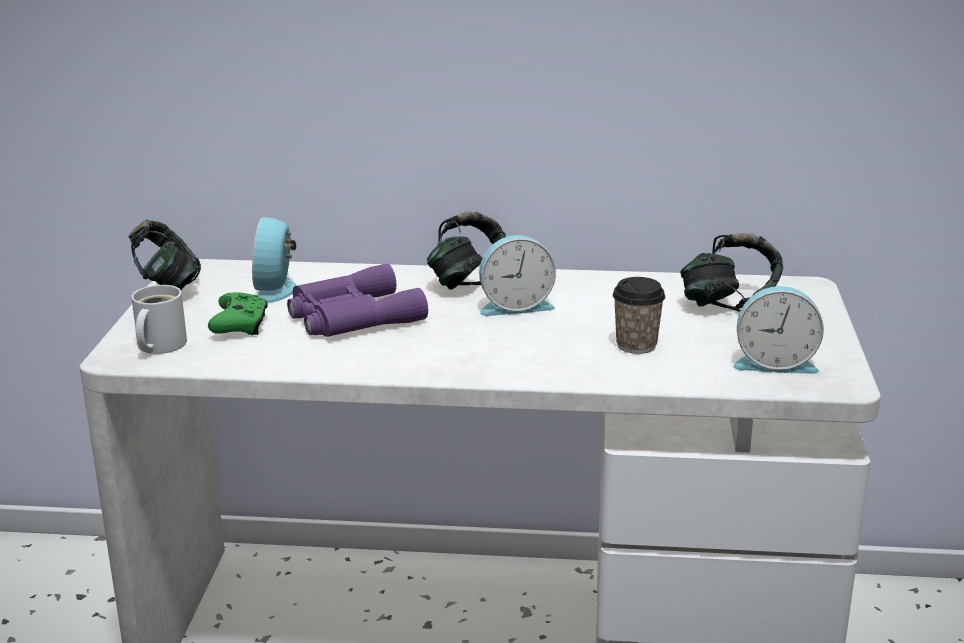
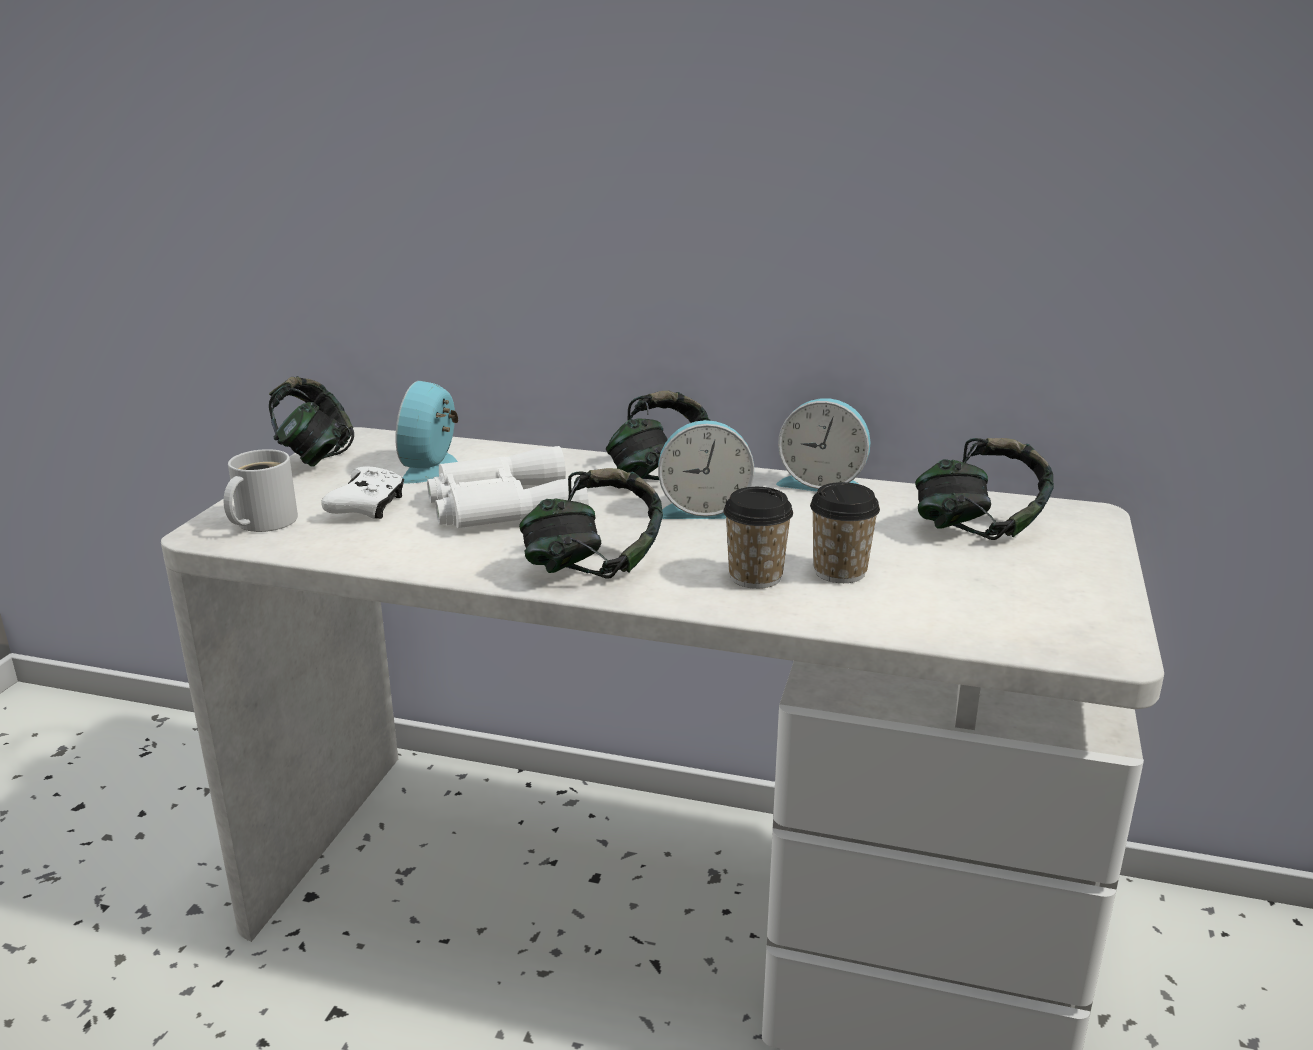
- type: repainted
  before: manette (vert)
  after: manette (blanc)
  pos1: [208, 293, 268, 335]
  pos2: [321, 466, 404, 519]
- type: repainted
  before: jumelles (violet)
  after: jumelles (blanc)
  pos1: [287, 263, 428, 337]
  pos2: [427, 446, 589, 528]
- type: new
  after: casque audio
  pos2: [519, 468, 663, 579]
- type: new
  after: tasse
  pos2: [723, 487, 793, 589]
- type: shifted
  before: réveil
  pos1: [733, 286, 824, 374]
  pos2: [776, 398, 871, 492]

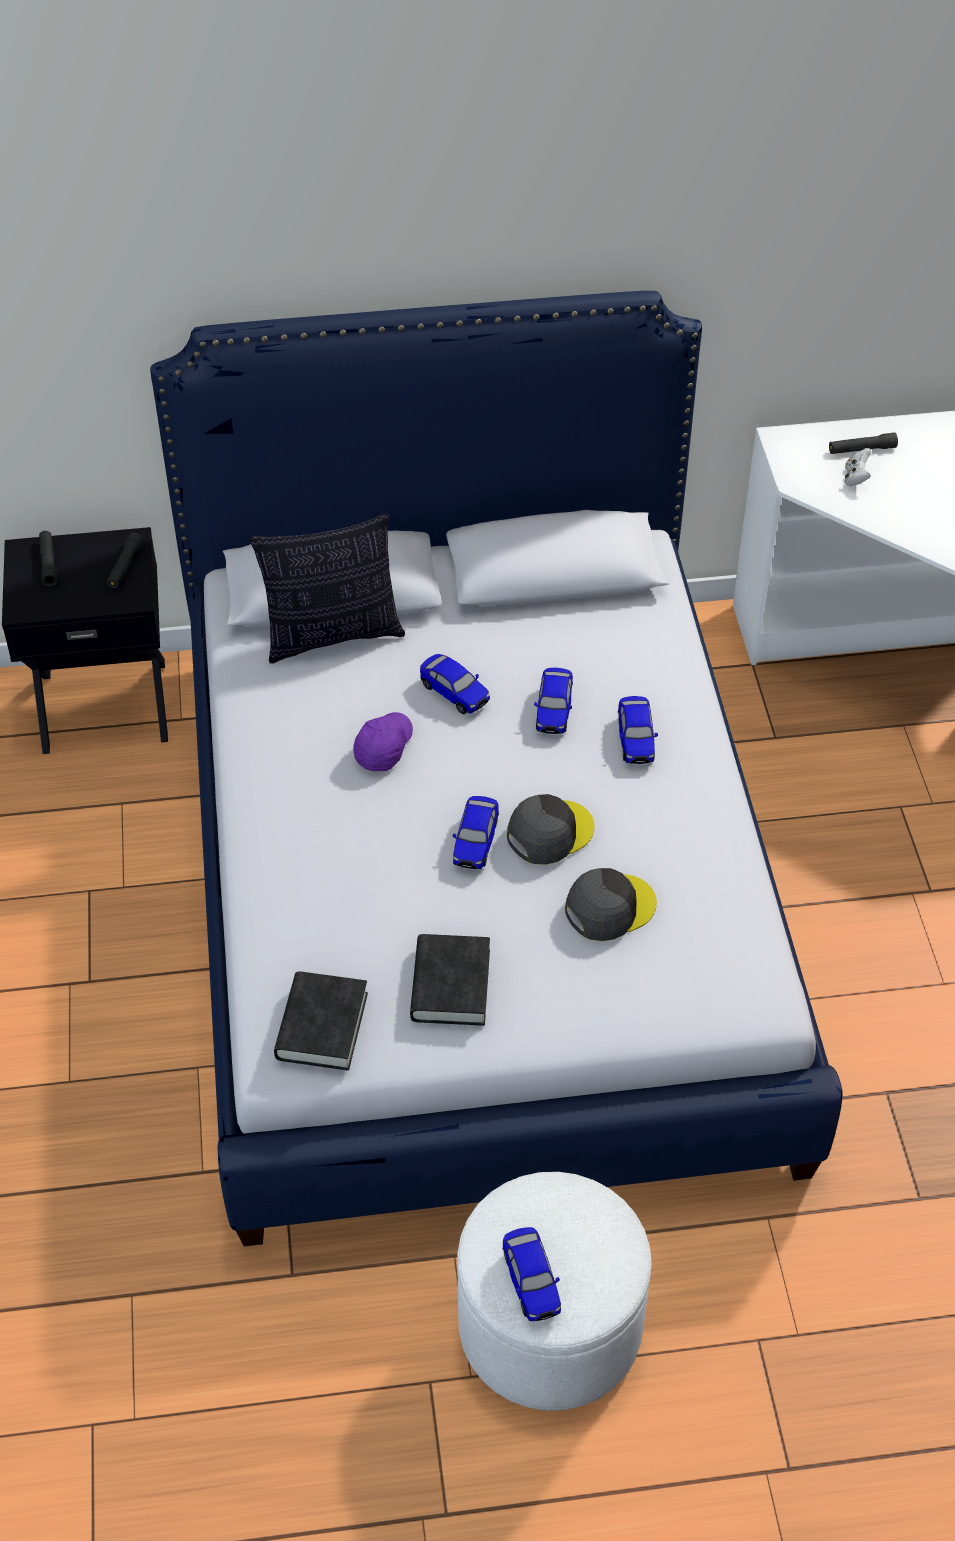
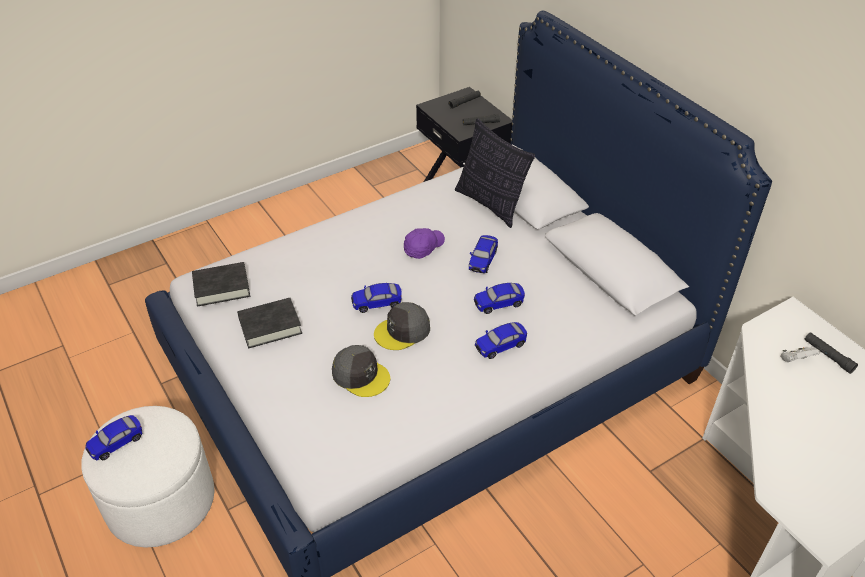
- type: rotated
  before: casquette (gris)
  pos1: [507, 794, 595, 865]
  pos2: [374, 302, 430, 350]
  turn: 120
- type: rotated
  before: casquette (violet)
  pos1: [353, 712, 413, 771]
  pos2: [404, 228, 445, 259]
  turn: -45

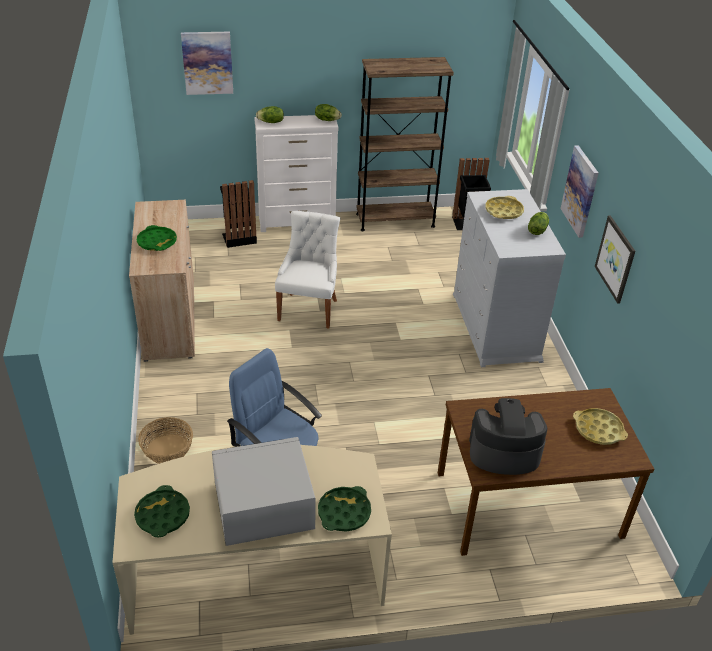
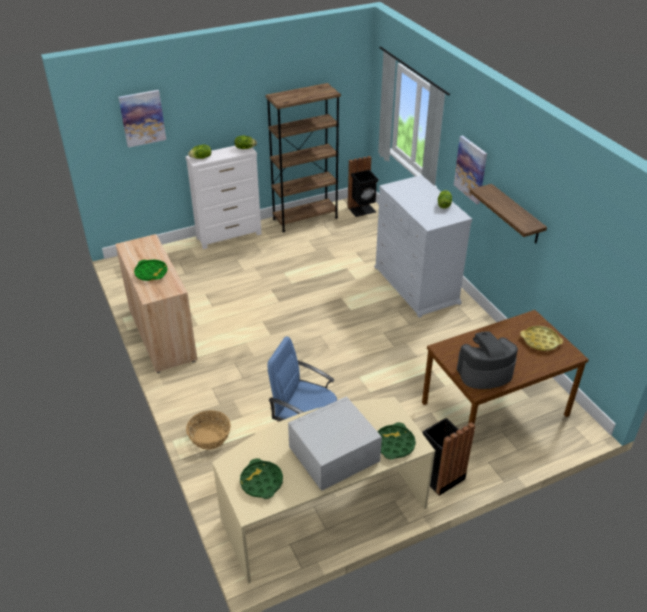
- type: shifted
  before: poubelle (noir)
  pos1: [220, 180, 257, 248]
  pos2: [422, 418, 475, 496]
- type: swapped
  before: tableau
  after: étagère
  pos1: [595, 215, 635, 304]
  pos2: [470, 184, 547, 243]
- type: gone
  before: chaise (blanc)
  pos1: [275, 211, 340, 329]
- type: gone
  before: plateau (jaune)
  pos1: [485, 196, 524, 219]

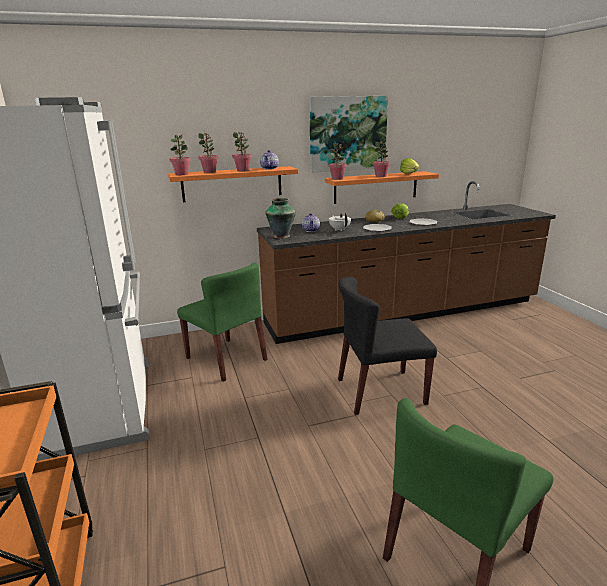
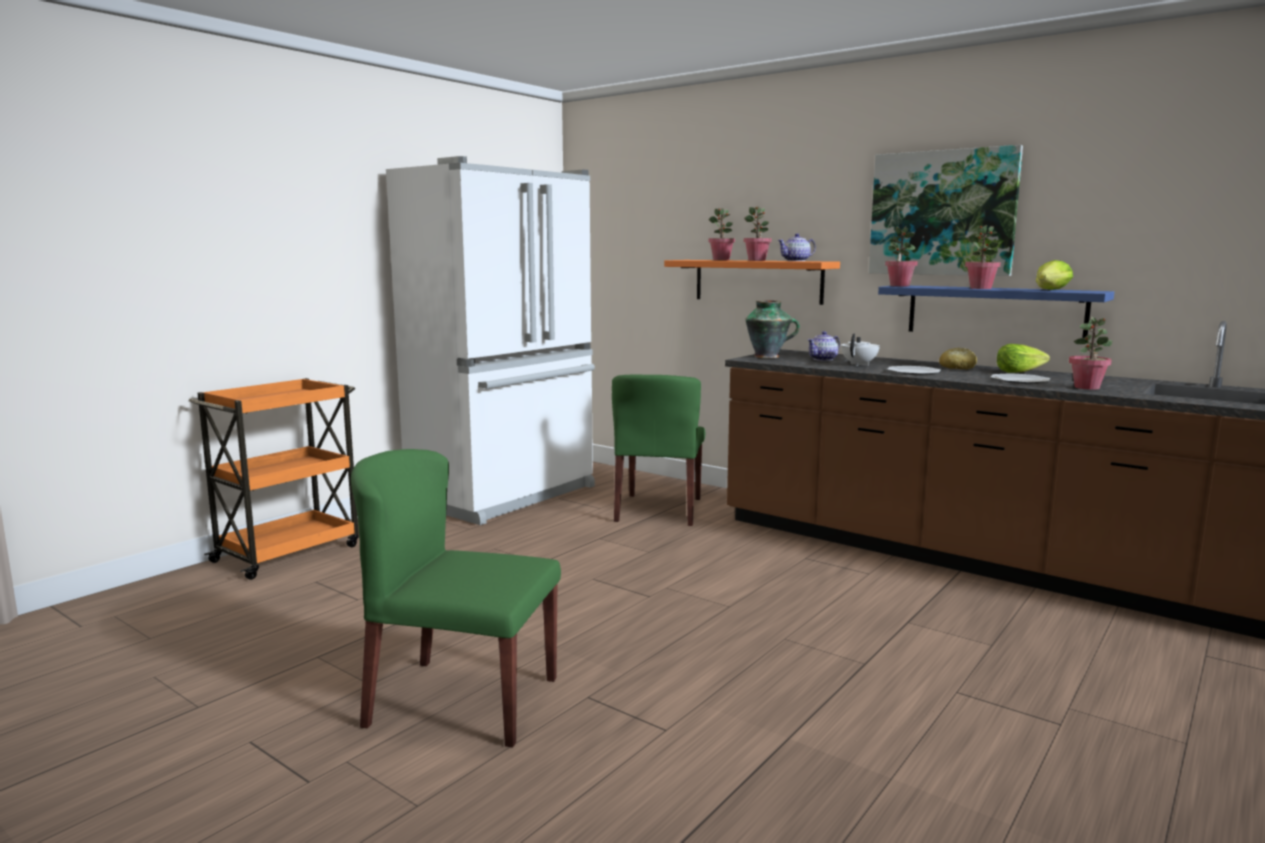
- type: repainted
  before: étagère (orange)
  after: étagère (bleu)
  pos1: [325, 171, 439, 204]
  pos2: [878, 286, 1114, 338]
- type: shifted
  before: plante en pot
  pos1: [169, 134, 191, 175]
  pos2: [1069, 317, 1112, 390]
- type: gone
  before: chaise (noir)
  pos1: [338, 277, 437, 415]

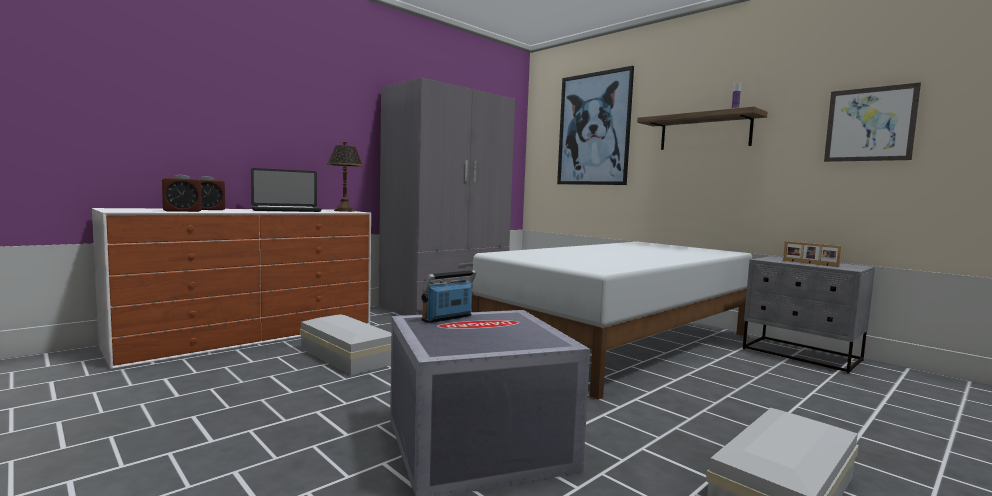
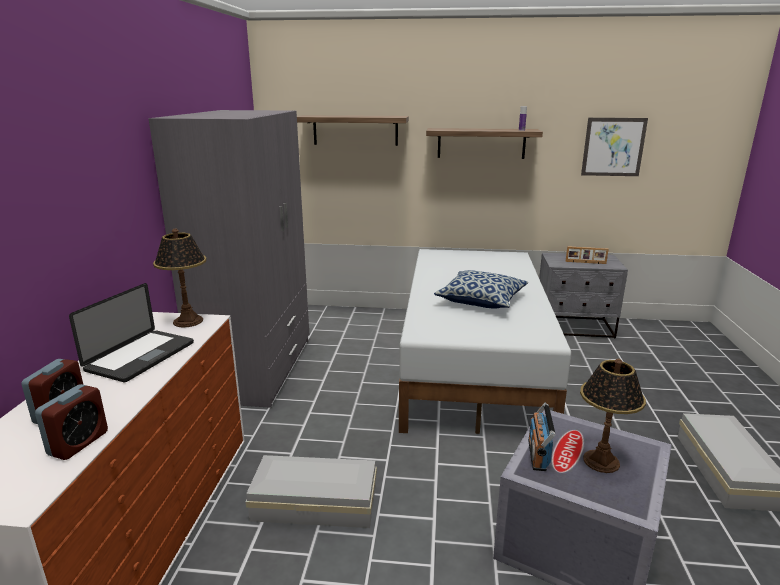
- type: swapped
  before: tableau
  after: étagère
  pos1: [557, 66, 634, 185]
  pos2: [297, 115, 409, 146]
- type: new
  after: coussin
  pos2: [434, 270, 528, 309]
- type: new
  after: lampe de table
  pos2: [580, 359, 646, 473]

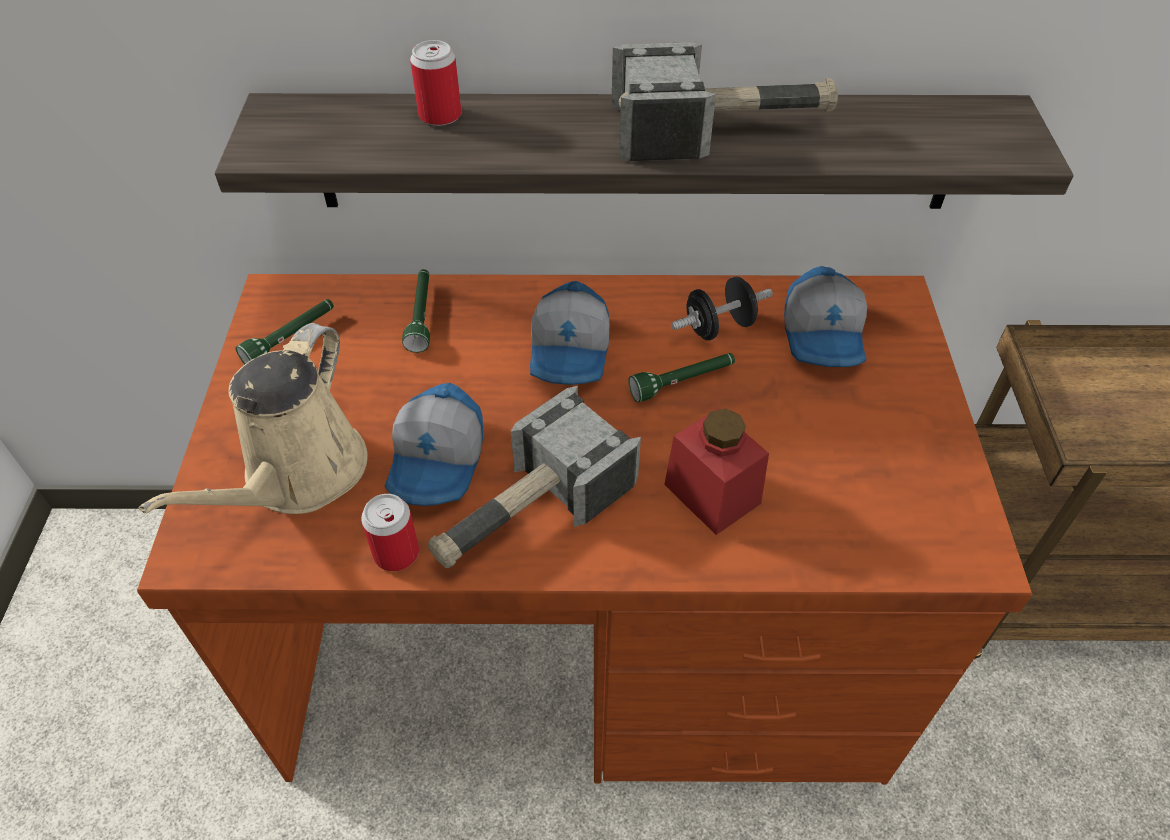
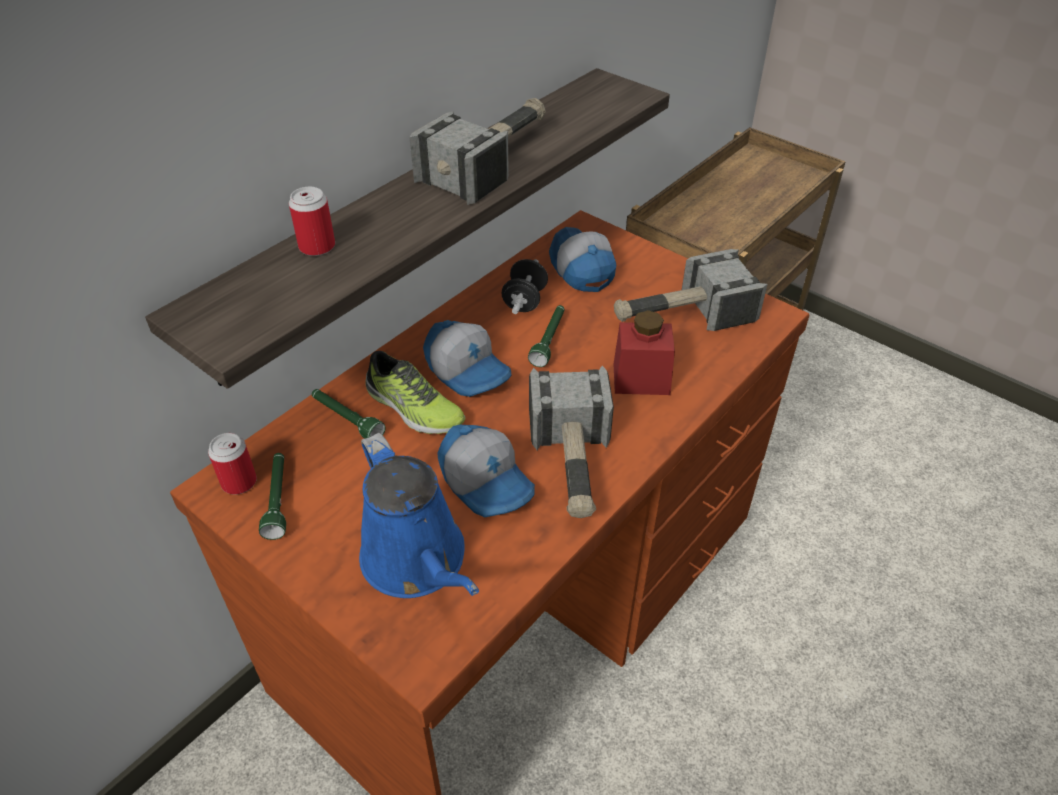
- type: shifted
  before: boîte métallique
  pos1: [361, 494, 419, 571]
  pos2: [208, 433, 257, 495]
- type: repainted
  before: arrosoir (beige)
  after: arrosoir (bleu)
  pos1: [139, 323, 367, 514]
  pos2: [359, 433, 479, 598]
- type: new
  after: chaussure
  pos2: [365, 351, 466, 434]
- type: rotated
  before: casquette
  pos1: [784, 266, 867, 367]
  pos2: [549, 227, 616, 292]
  turn: -150
- type: new
  after: marteau
  pos2: [614, 249, 768, 331]

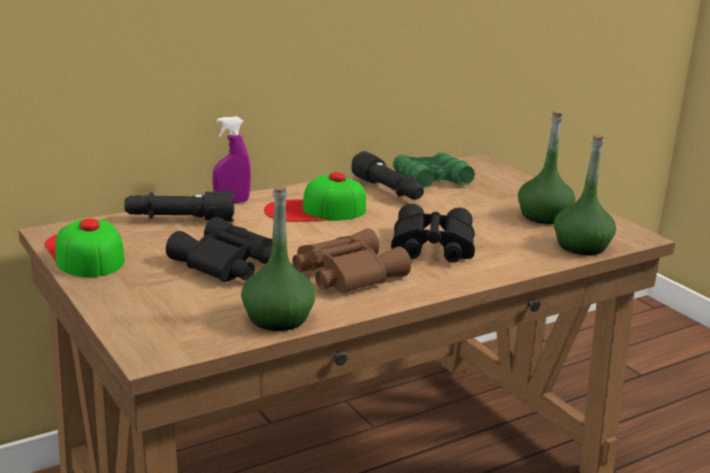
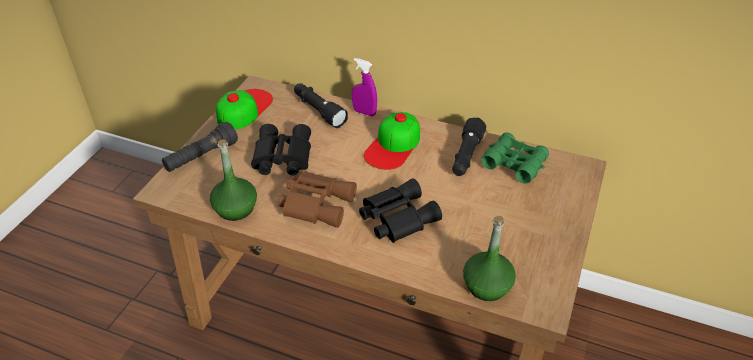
- type: new
  after: lampe de poche (noir)
  pos2: [162, 122, 238, 172]
- type: rotated
  before: casquette
  pos1: [264, 172, 366, 222]
  pos2: [364, 112, 420, 170]
  turn: -105
- type: gone
  before: bouteille (vert)
  pos1: [518, 112, 575, 224]

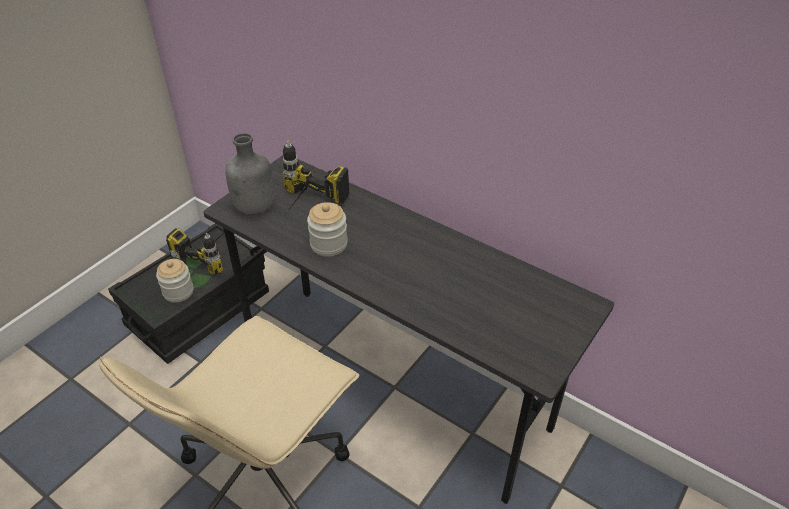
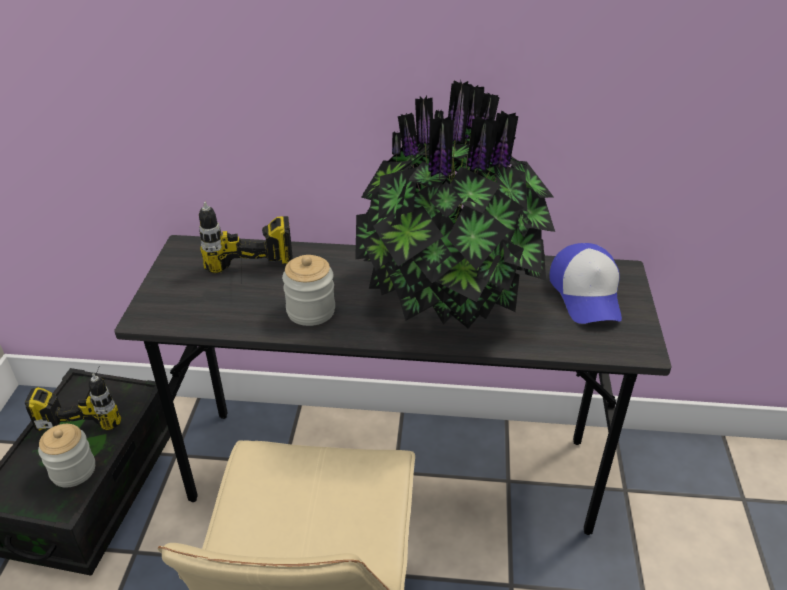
- type: new
  after: plante en pot
  pos2: [355, 80, 555, 328]
- type: new
  after: casquette
  pos2: [550, 243, 622, 324]
- type: gone
  before: bouteille (gris)
  pos1: [225, 133, 274, 214]

